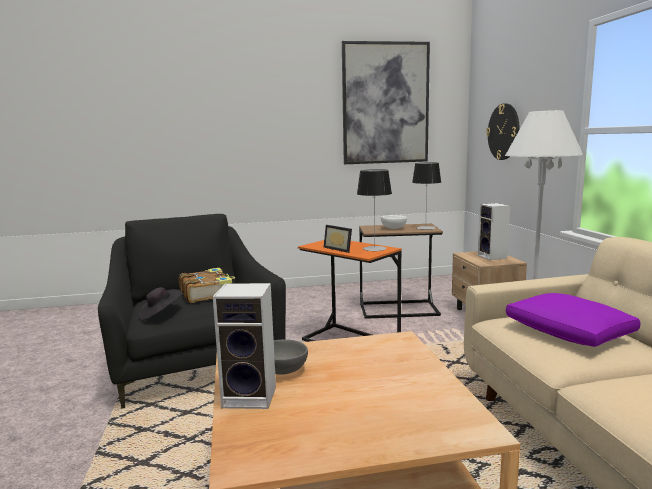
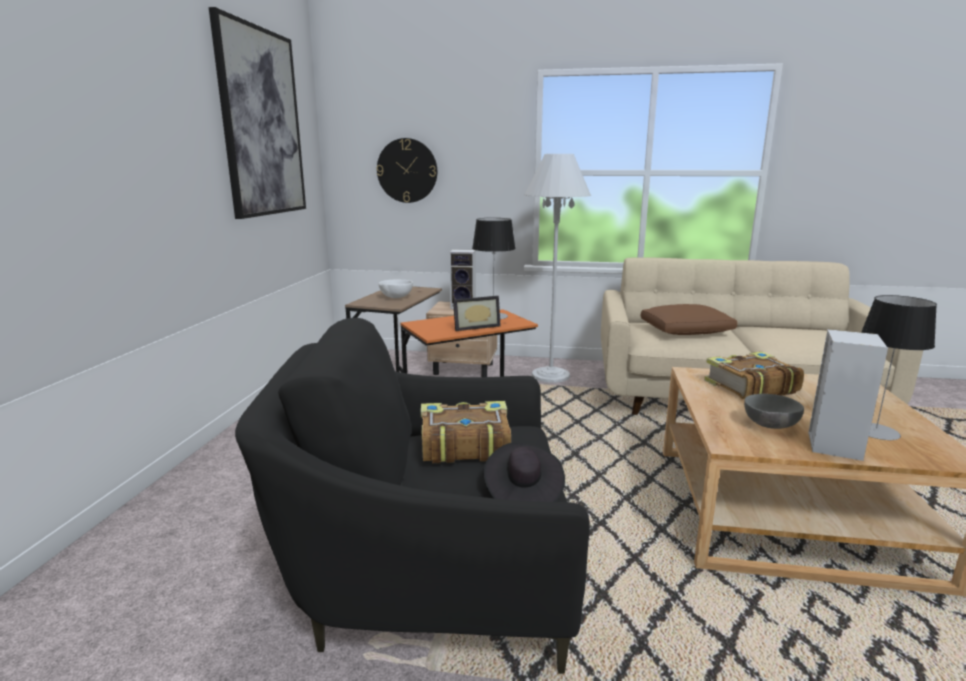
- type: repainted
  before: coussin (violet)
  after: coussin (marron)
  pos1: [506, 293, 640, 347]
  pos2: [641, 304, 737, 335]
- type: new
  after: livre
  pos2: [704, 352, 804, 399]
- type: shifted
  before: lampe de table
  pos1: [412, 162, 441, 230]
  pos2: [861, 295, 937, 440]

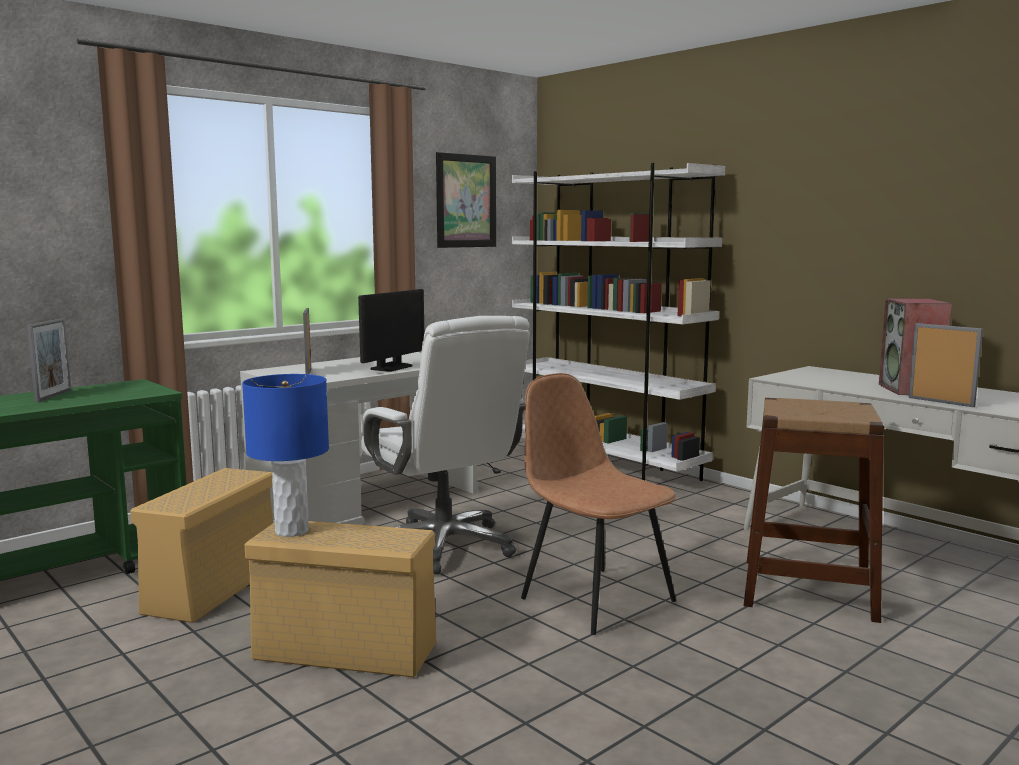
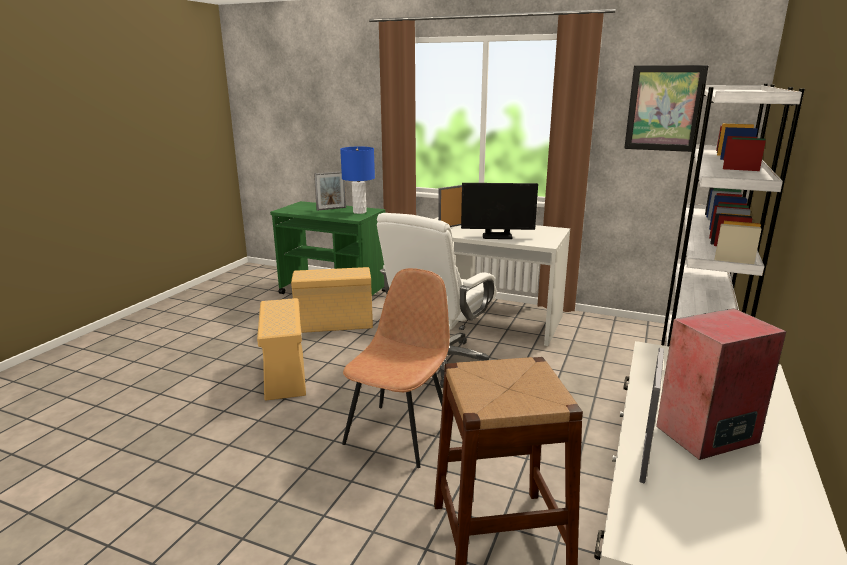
- type: shifted
  before: lampe de table (bleu)
  pos1: [242, 374, 329, 537]
  pos2: [340, 147, 375, 214]

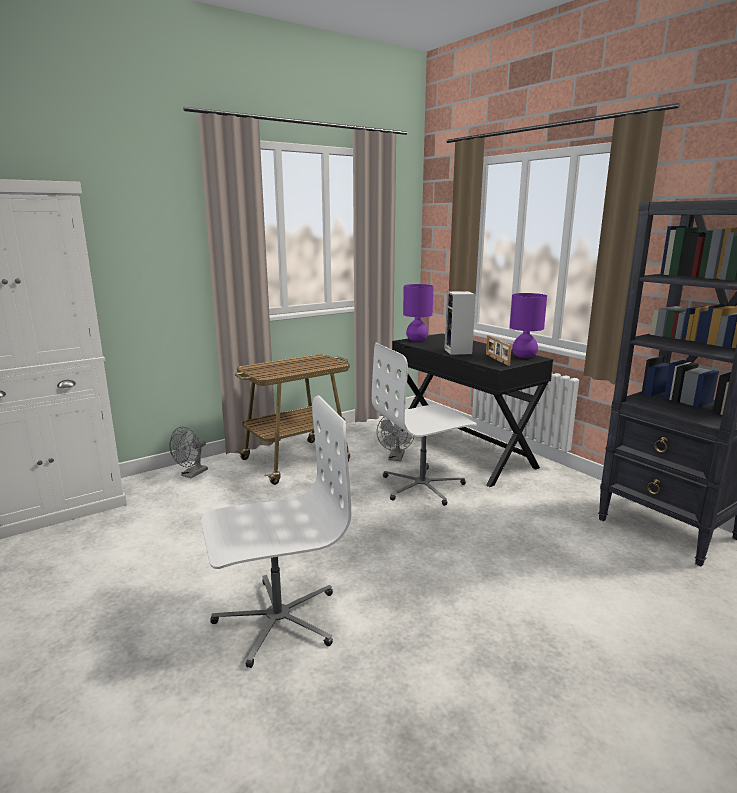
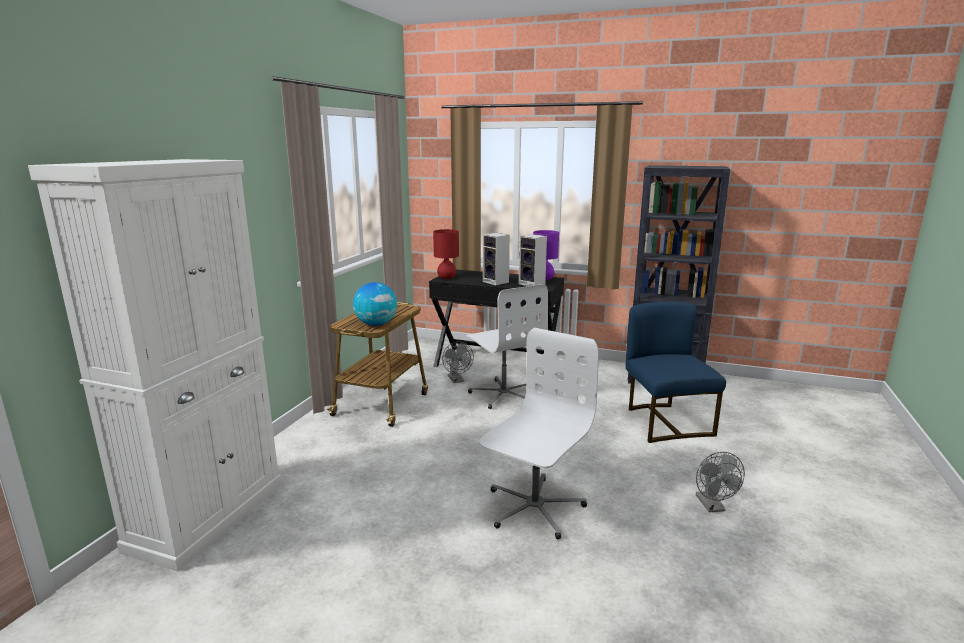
- type: new
  after: globe
  pos2: [353, 282, 397, 326]
- type: repainted
  before: lampe de table (violet)
  after: lampe de table (rouge)
  pos1: [403, 284, 434, 341]
  pos2: [433, 229, 459, 279]
- type: rotated
  before: chaise de bureau (blanc)
  pos1: [372, 343, 477, 506]
  pos2: [466, 284, 548, 409]
  turn: -60
- type: swapped
  before: cadre photo
  after: enceinte
  pos1: [486, 335, 512, 366]
  pos2: [519, 234, 547, 286]
- type: new
  after: chaise (bleu)
  pos2: [626, 302, 726, 443]
- type: shifted
  before: ventilateur (gris)
  pos1: [169, 427, 208, 478]
  pos2: [696, 452, 745, 512]

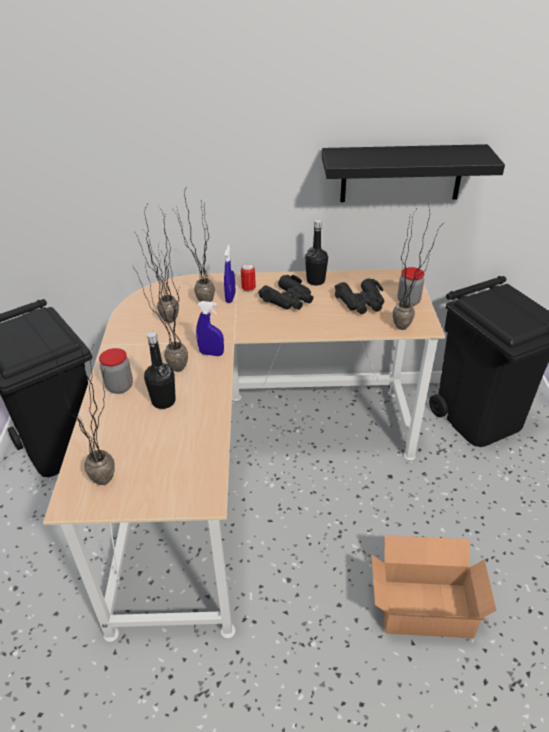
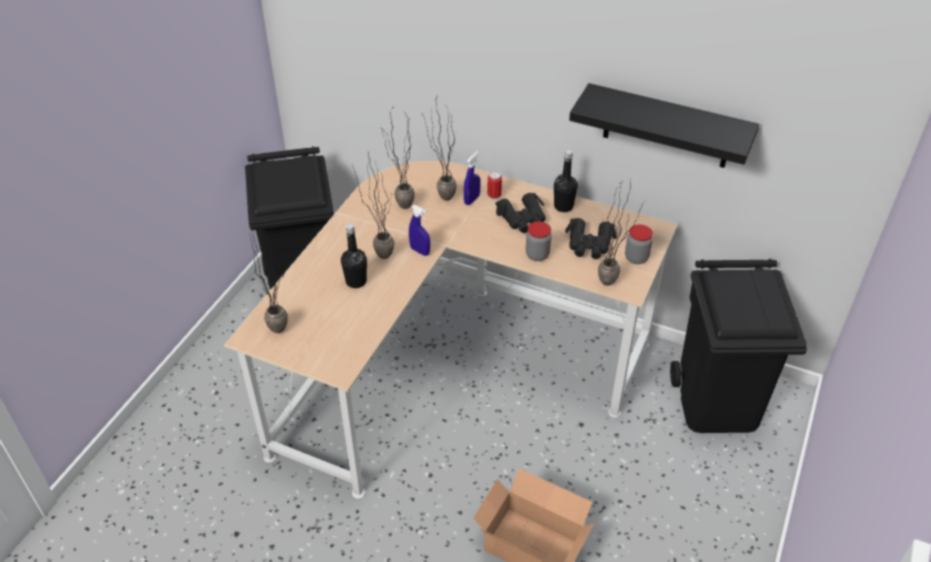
- type: shifted
  before: bocal
  pos1: [99, 348, 133, 394]
  pos2: [526, 221, 551, 261]

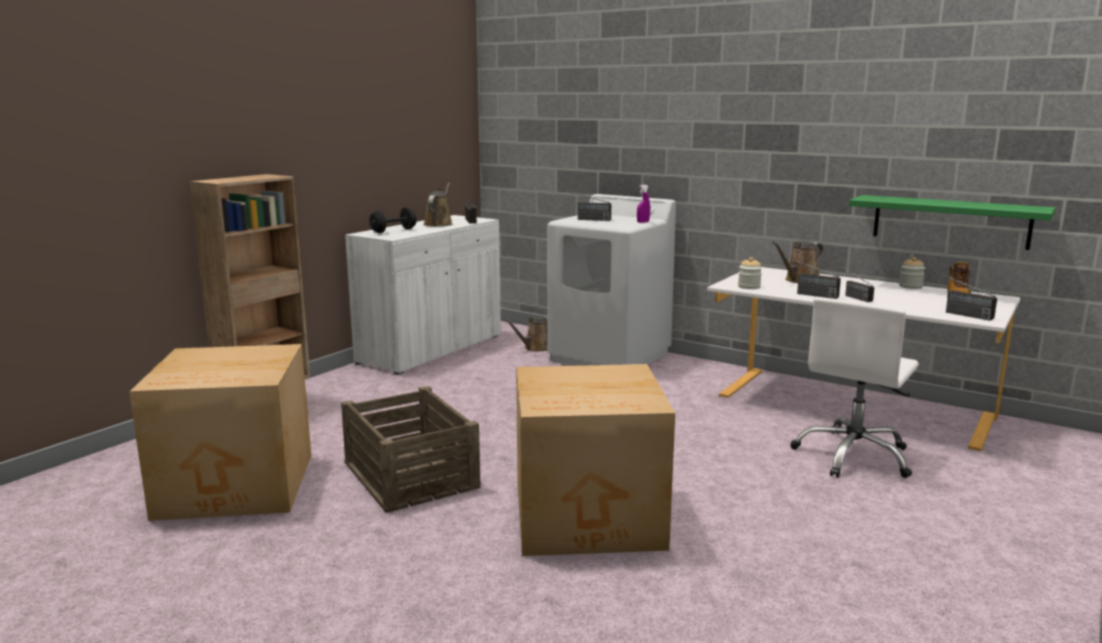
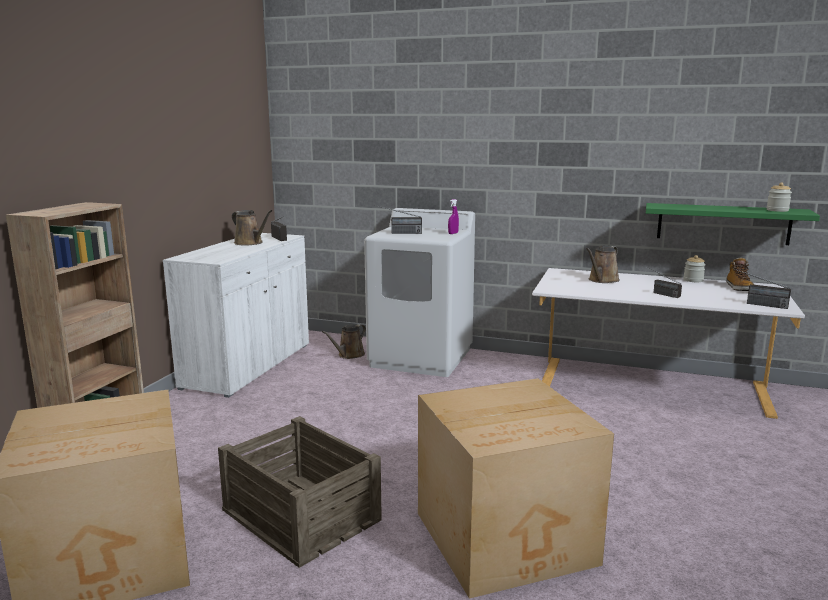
- type: rotated
  before: arrosoir (marron)
  pos1: [423, 183, 453, 227]
  pos2: [232, 210, 272, 245]
  turn: 135
- type: shifted
  before: bocal
  pos1: [738, 257, 762, 289]
  pos2: [766, 182, 792, 212]
- type: gone
  before: haltère (noir)
  pos1: [369, 207, 417, 233]
- type: gone
  before: radio
  pos1: [783, 256, 841, 299]
- type: gone
  before: chaise de bureau (blanc)
  pos1: [790, 297, 919, 478]

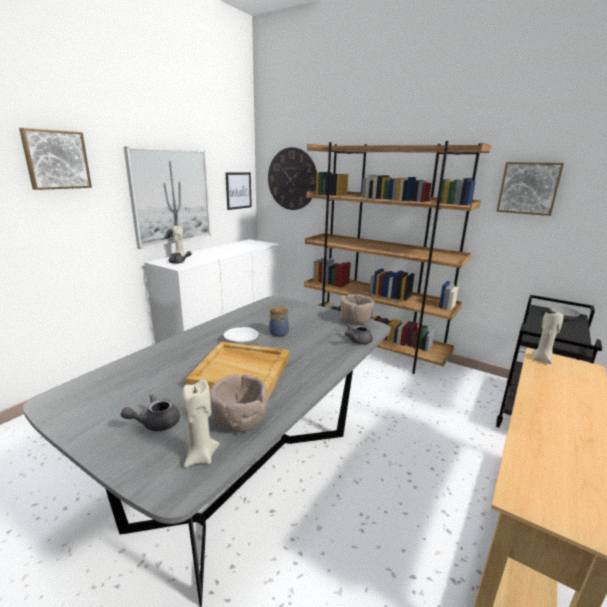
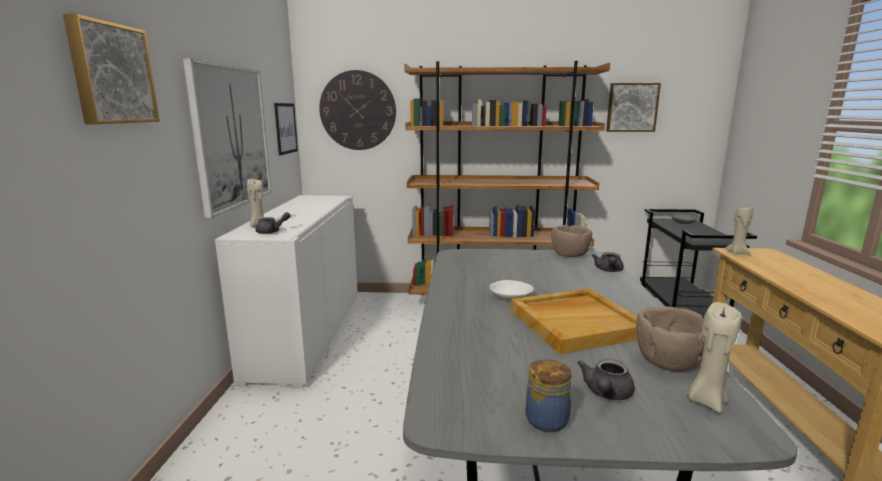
- type: shifted
  before: bocal
  pos1: [269, 306, 289, 337]
  pos2: [526, 359, 571, 432]

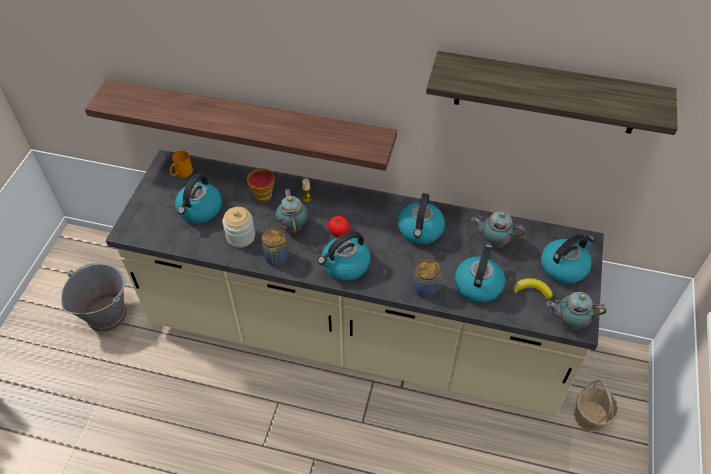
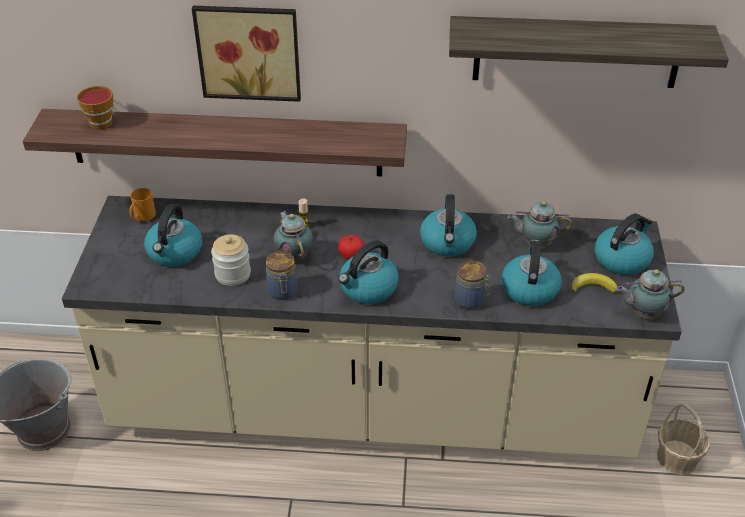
- type: shifted
  before: tasse
  pos1: [247, 168, 275, 202]
  pos2: [77, 86, 113, 130]
- type: new
  after: tableau
  pos2: [192, 6, 301, 102]

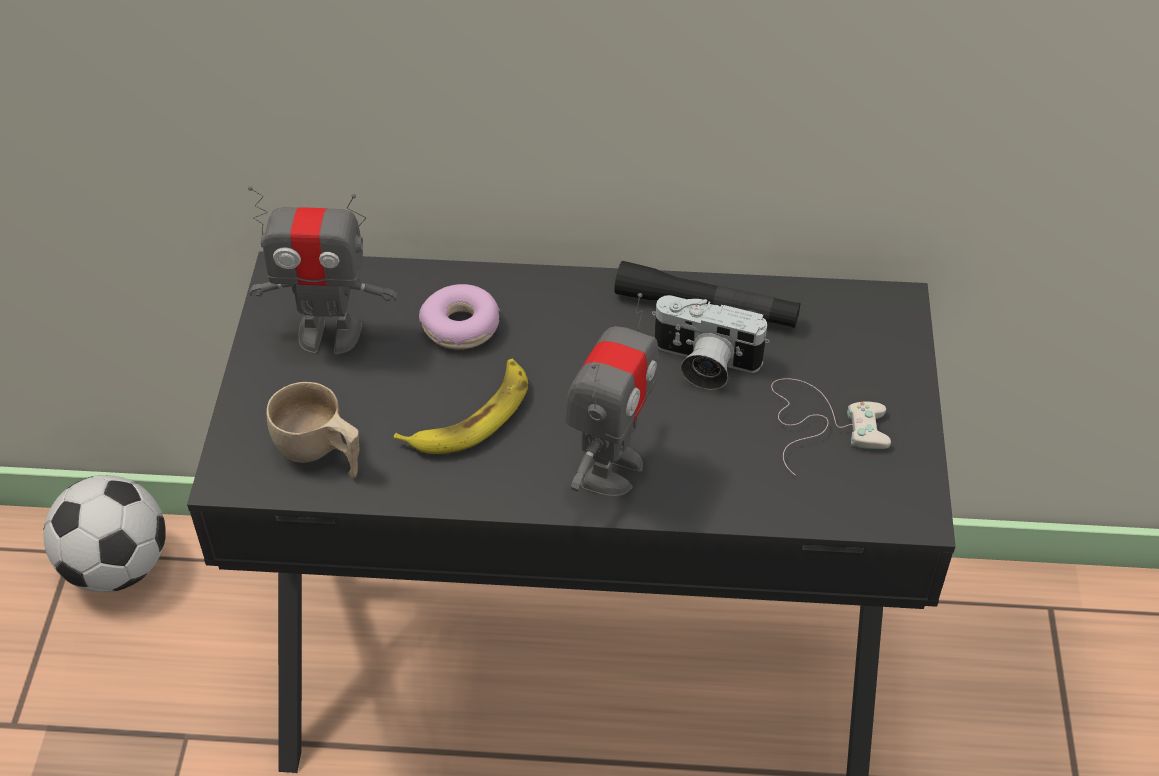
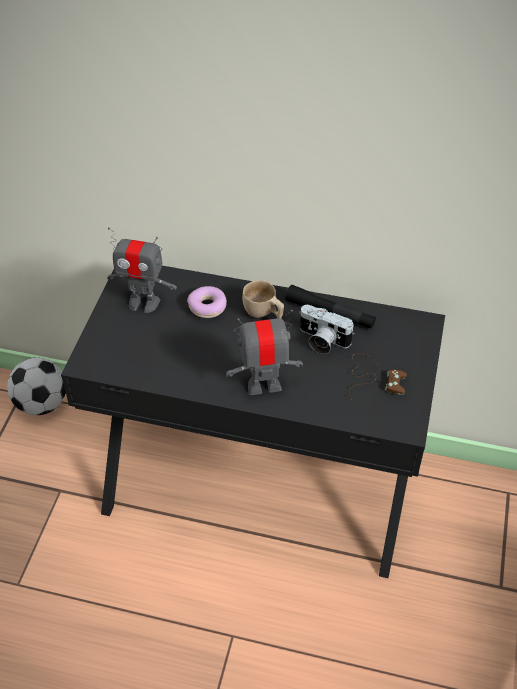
- type: rotated
  before: robot jouet
  pos1: [565, 293, 658, 497]
  pos2: [226, 310, 303, 395]
  turn: -135
- type: shifted
  before: tasse (beige)
  pos1: [266, 382, 360, 478]
  pos2: [242, 280, 284, 319]
- type: repainted
  before: manette (blanc)
  after: manette (marron)
  pos1: [771, 378, 891, 475]
  pos2: [349, 353, 407, 401]
- type: gone
  before: banane
  pos1: [394, 359, 528, 454]

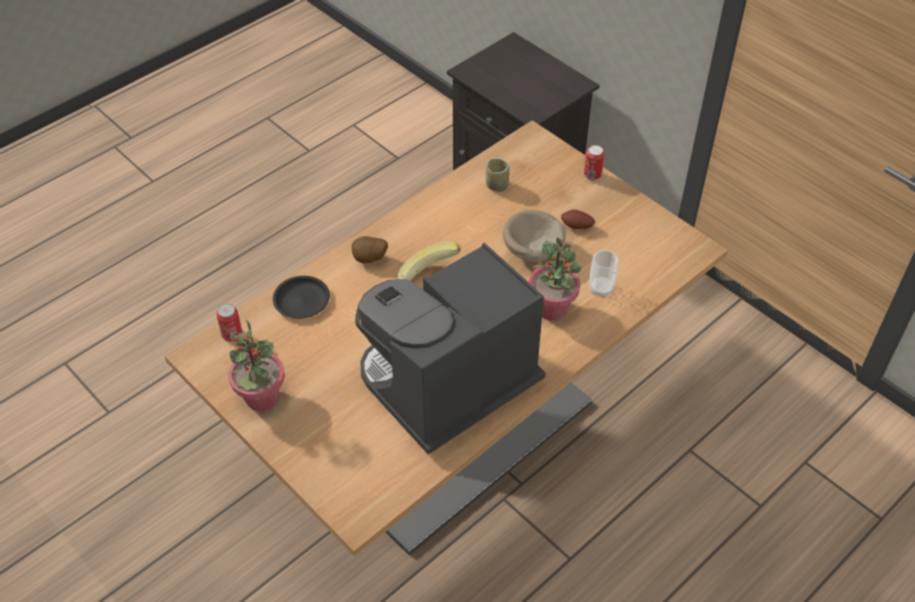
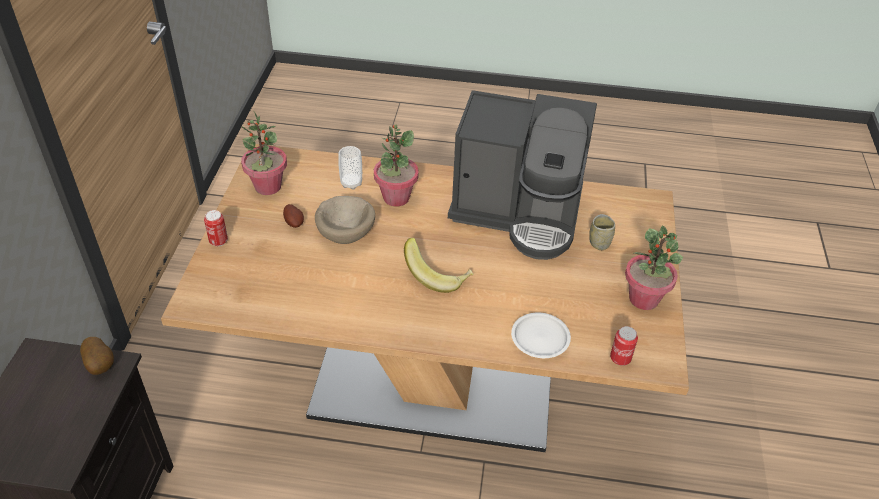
- type: shifted
  before: pomme de terre
  pos1: [352, 236, 388, 263]
  pos2: [80, 337, 114, 375]
- type: new
  after: plante en pot
  pos2: [241, 112, 287, 195]
- type: repainted
  before: assiette (noir)
  after: assiette (blanc)
  pos1: [273, 276, 330, 319]
  pos2: [511, 312, 571, 358]
- type: shifted
  before: tasse
  pos1: [486, 158, 510, 192]
  pos2: [589, 214, 615, 250]

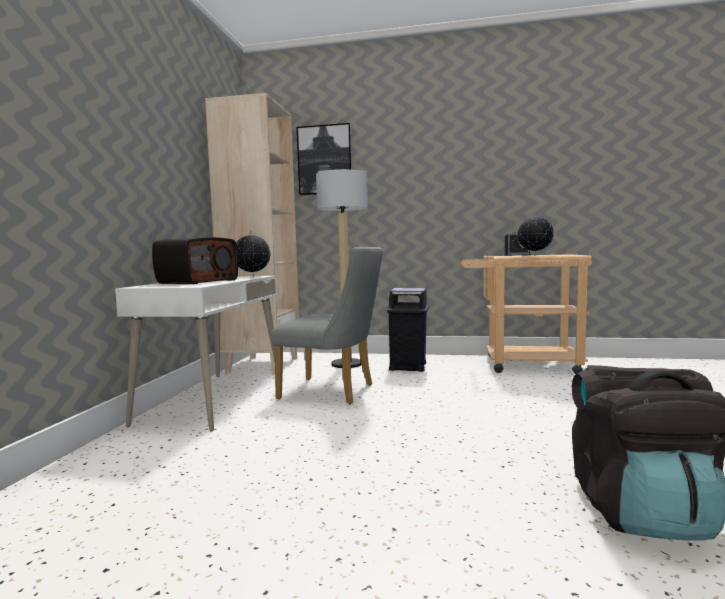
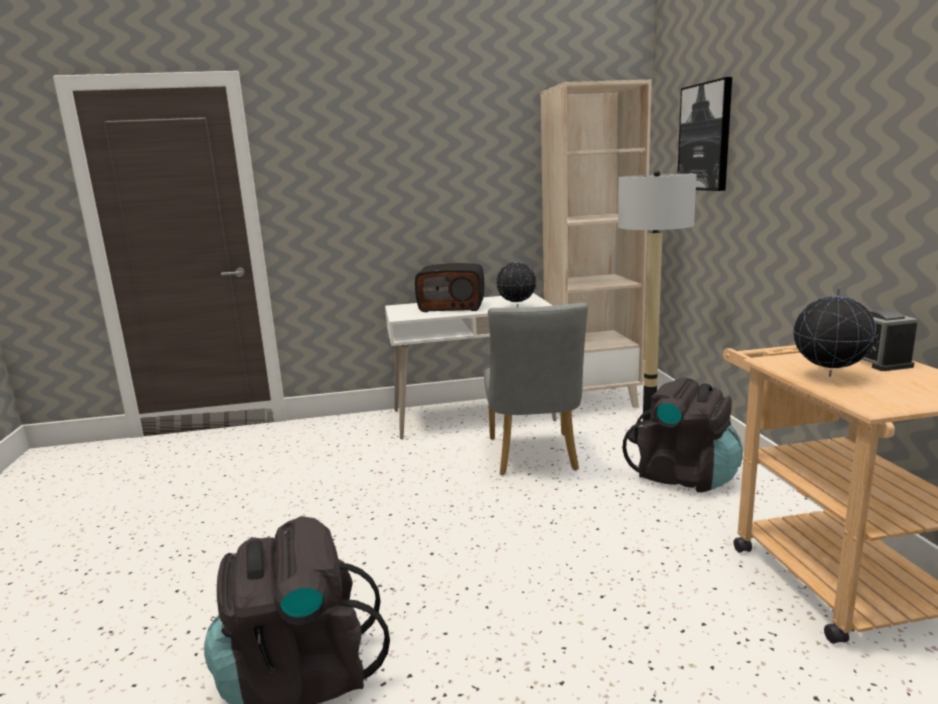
- type: swapped
  before: poubelle (bleu)
  after: sac à dos (noir)
  pos1: [387, 288, 429, 372]
  pos2: [623, 378, 743, 492]

